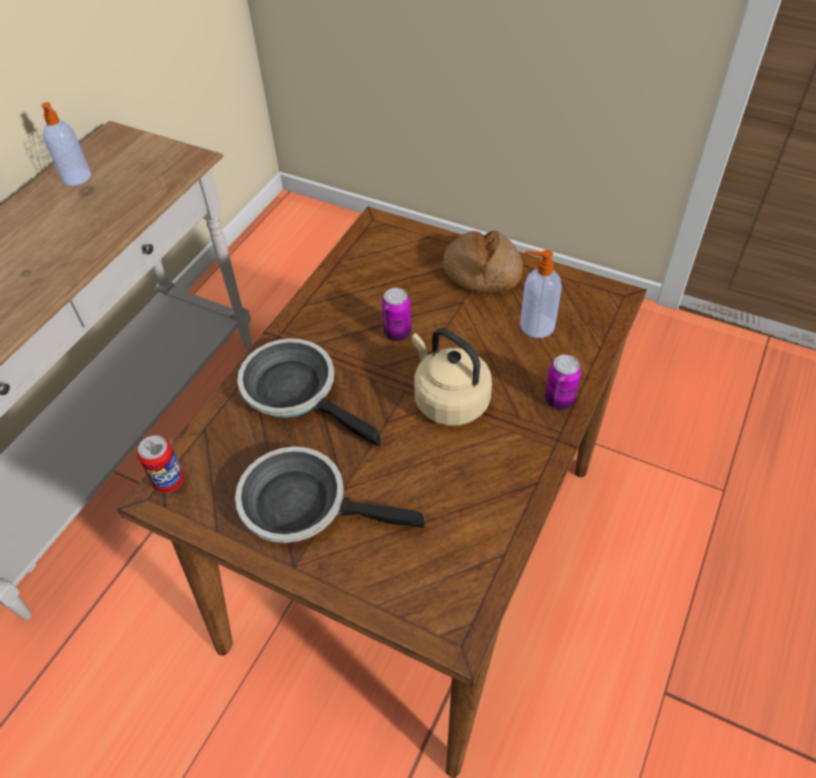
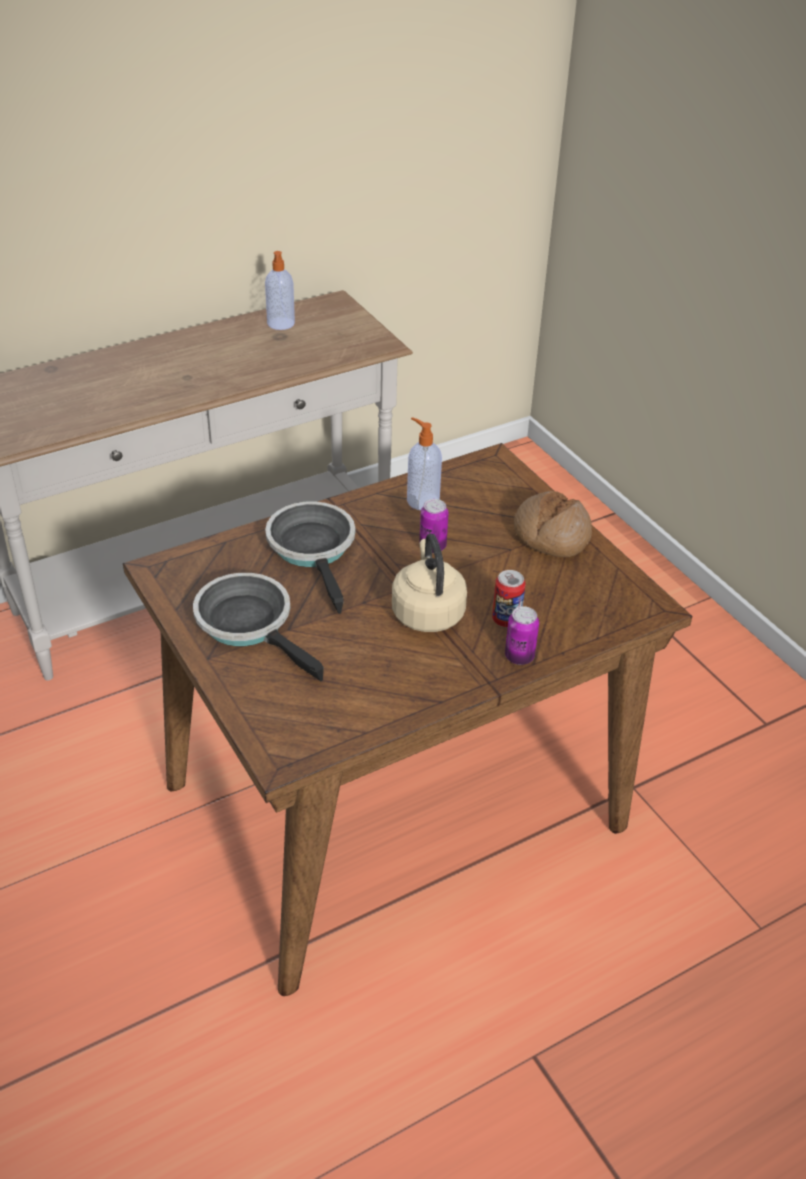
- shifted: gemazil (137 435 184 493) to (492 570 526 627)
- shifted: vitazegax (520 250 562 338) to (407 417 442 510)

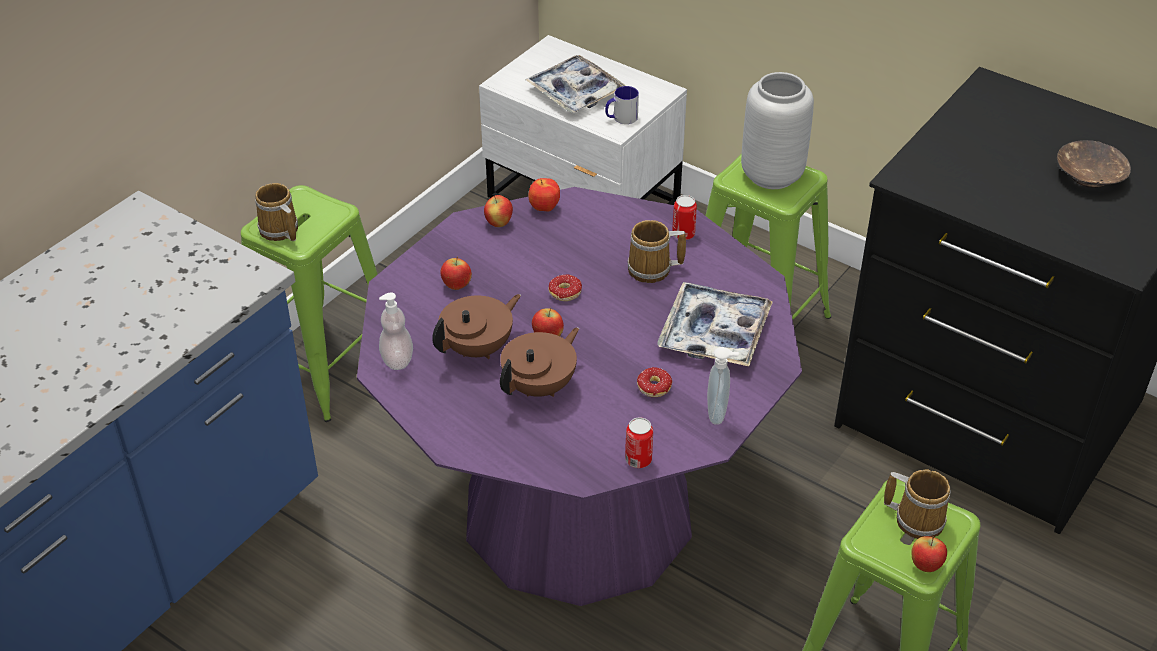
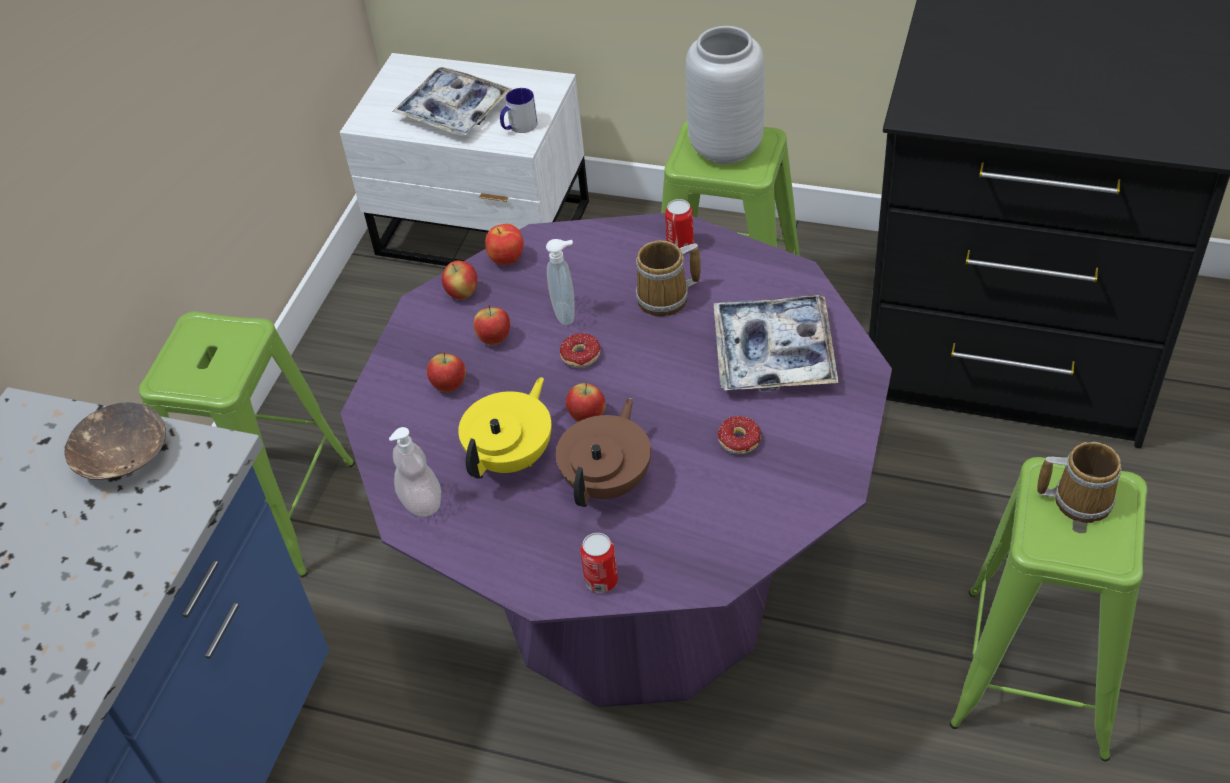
- gone: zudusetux (255 183 298 241)
- shifted: gemazil (625 417 653 468) to (580 533 618 593)
- shifted: vitazegax (707 347 739 425) to (546 239 574 325)
- shifted: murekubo (911 536 947 572) to (473 305 510 345)
- shifted: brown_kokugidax (1057 140 1131 188) to (64 402 166 480)
- repainted: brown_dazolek (432 294 521 359) to yellow_dazolek (458 377 552 479)

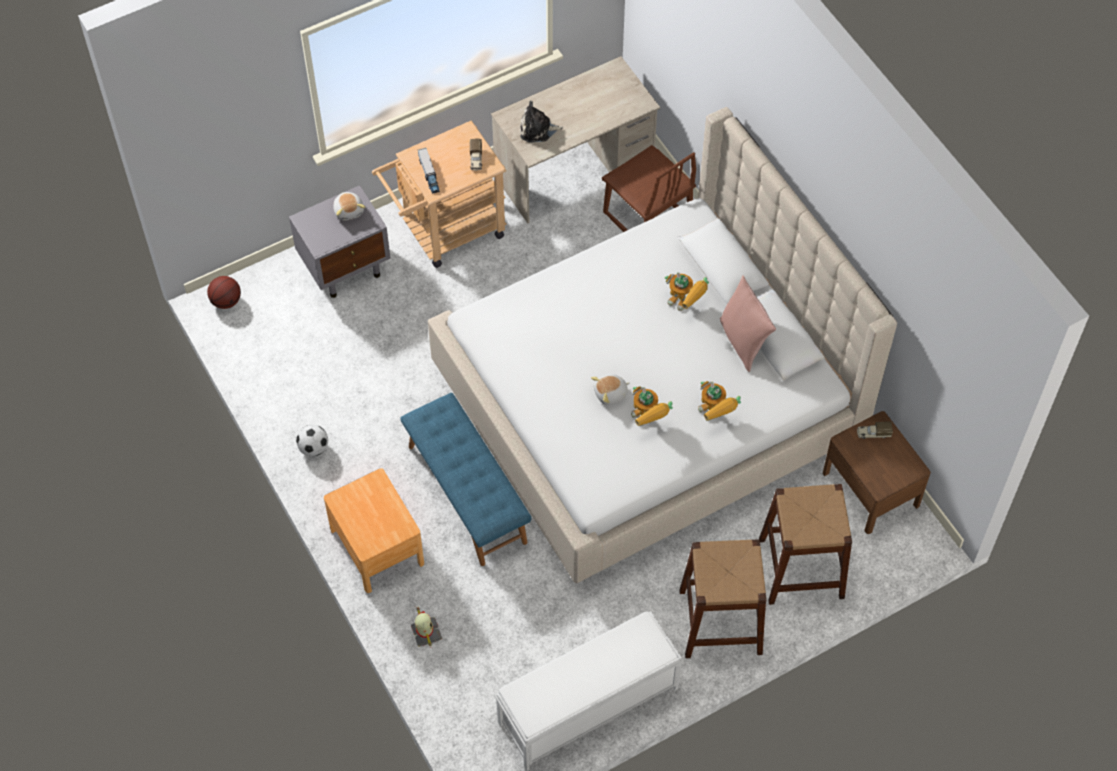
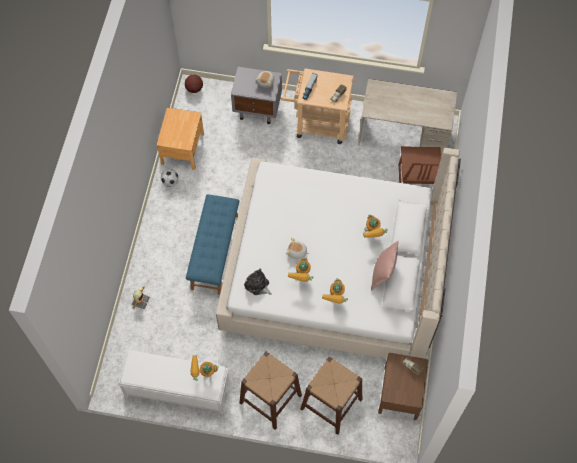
- new: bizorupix (191 355 219 381)
- shifted: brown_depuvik (324 468 424 593) to (157 108 204 170)
- shifted: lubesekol (520 101 563 142) to (244 269 272 295)

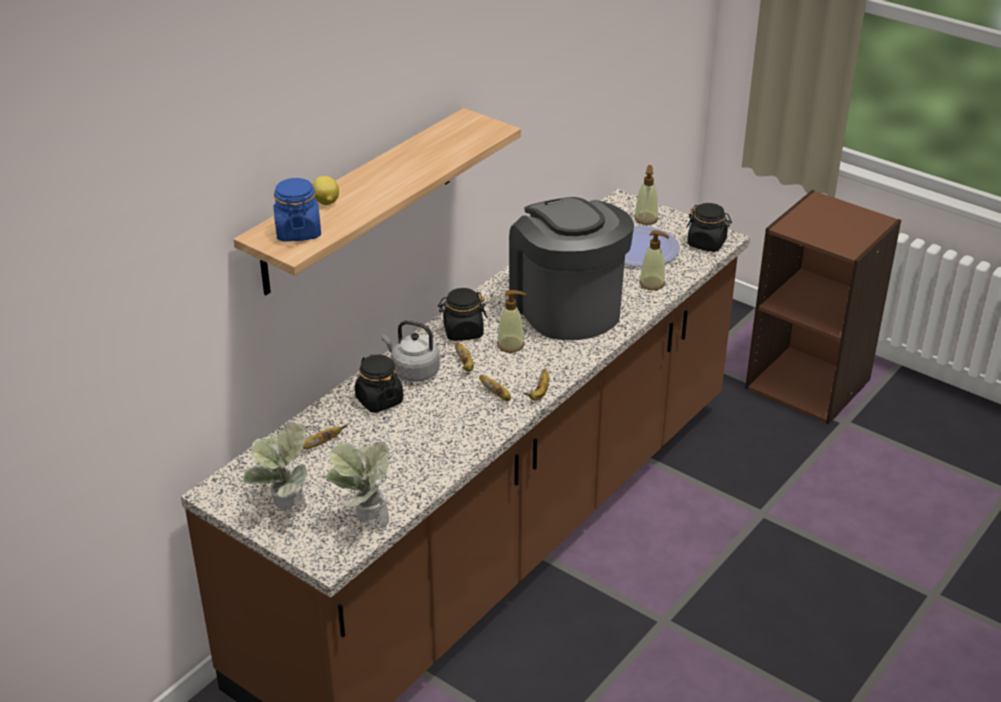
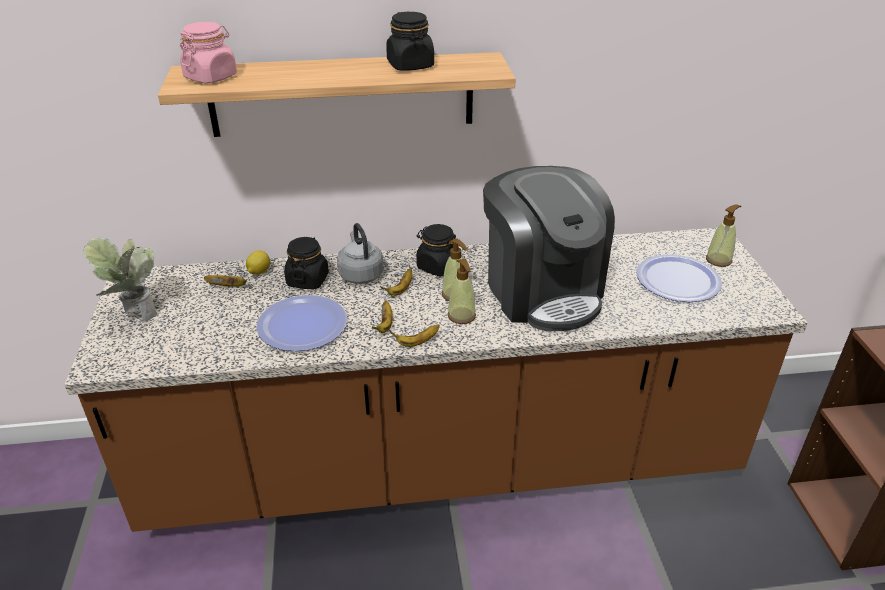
- gone: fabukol (325 442 389 528)
- new: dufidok (256 295 347 351)
- shifted: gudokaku (312 176 339 205) to (246 250 270 275)
- shifted: vitazegax (639 230 670 290) to (447 258 476 324)
- shifted: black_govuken (686 203 732 252) to (386 11 434 71)
- repainted: blue_govuken (273 178 321 242) to pink_govuken (180 22 237 83)
- rotated: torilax (509 197 634 340) = (483 166 615 331) 135 degrees clockwise

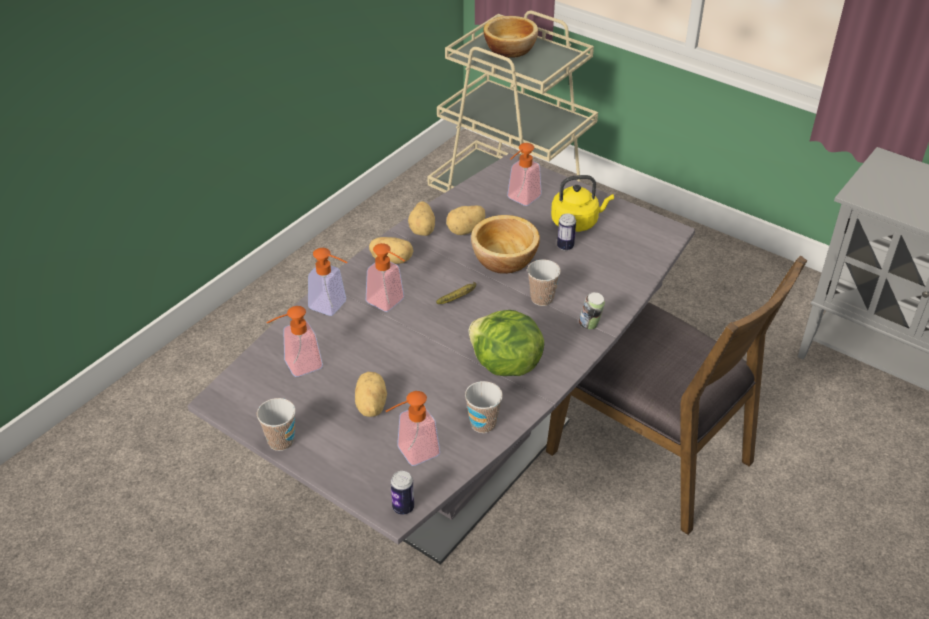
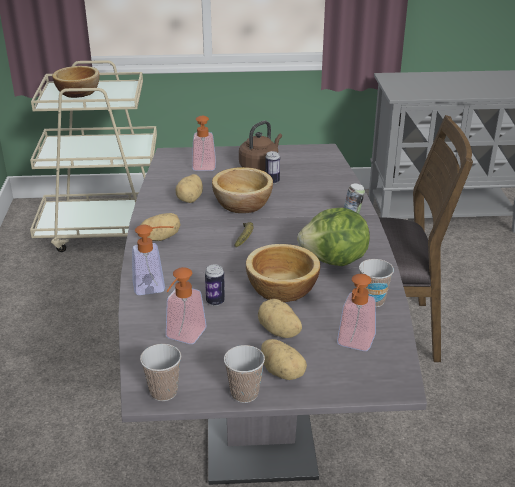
- gone: vitazegax (366 243 405 312)
- new: kokugidax (246 244 320 302)
- shifted: gemazil (391 471 414 515) to (205 264 225 306)
- shifted: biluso (408 201 435 236) to (261 339 307 380)
- shifted: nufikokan (527 259 561 306) to (140 344 181 401)
- repainted: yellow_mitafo (551 175 614 232) to brown_mitafo (239 121 282 172)

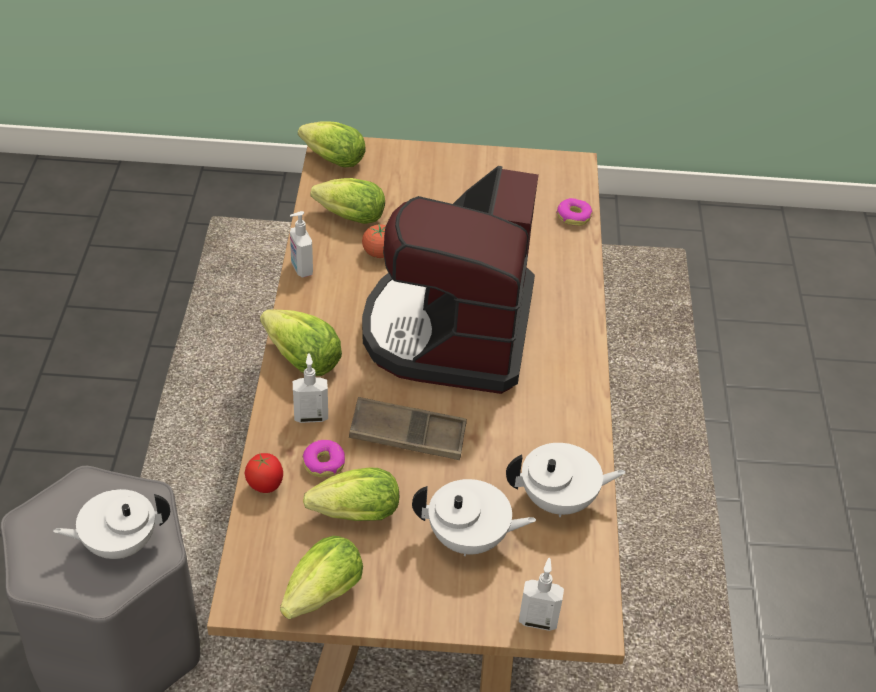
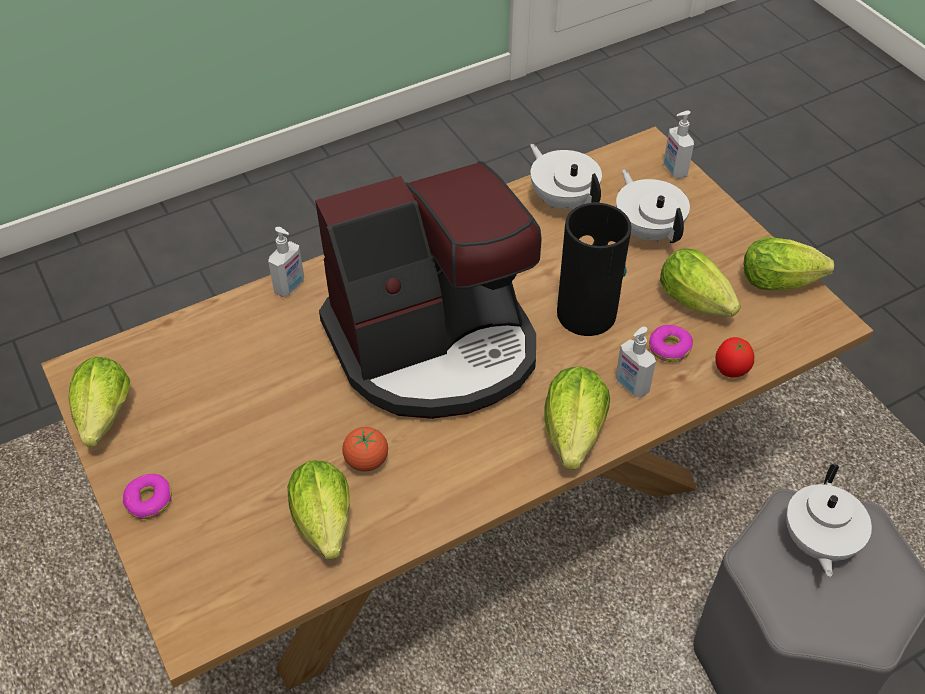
- shifted: vitazegax (290 211 313 278) to (268 227 304 297)
- shifted: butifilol (298 121 366 167) to (68 356 130 447)
- shifted: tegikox (556 198 592 226) to (123 474 172 519)
- swapped: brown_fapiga (349 397 467 460) to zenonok (557 203 631 336)
- rotated: white_dazolek (53 489 170 559) = (786 464 872 577) 60 degrees clockwise

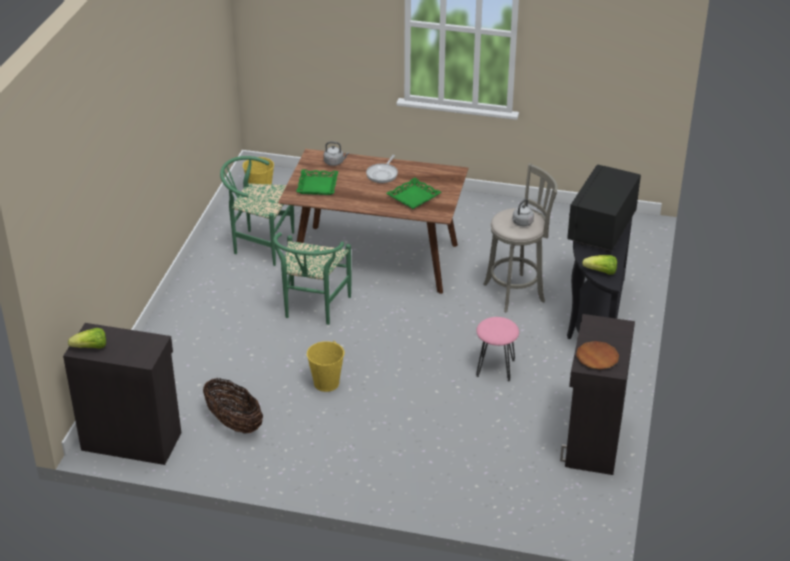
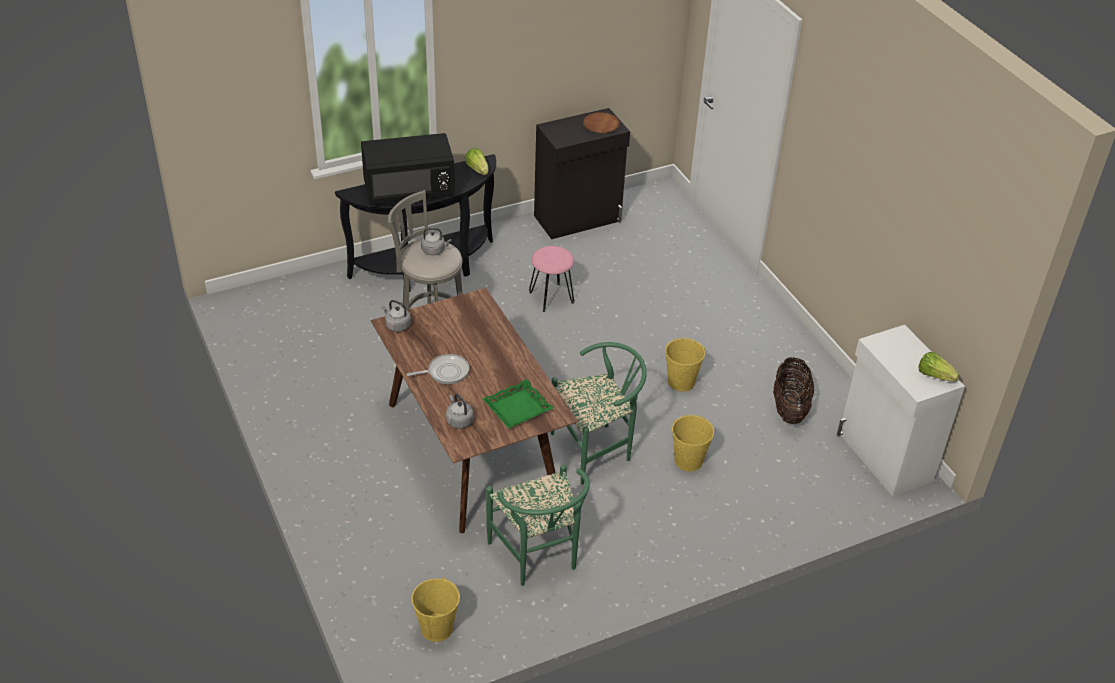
- gone: green_fapiga (386 178 441 209)
- new: grey_mitafo (382 300 411 332)
- new: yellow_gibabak (672 414 714 472)
- repainted: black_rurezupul (63 323 181 465) to white_rurezupul (837 325 965 496)

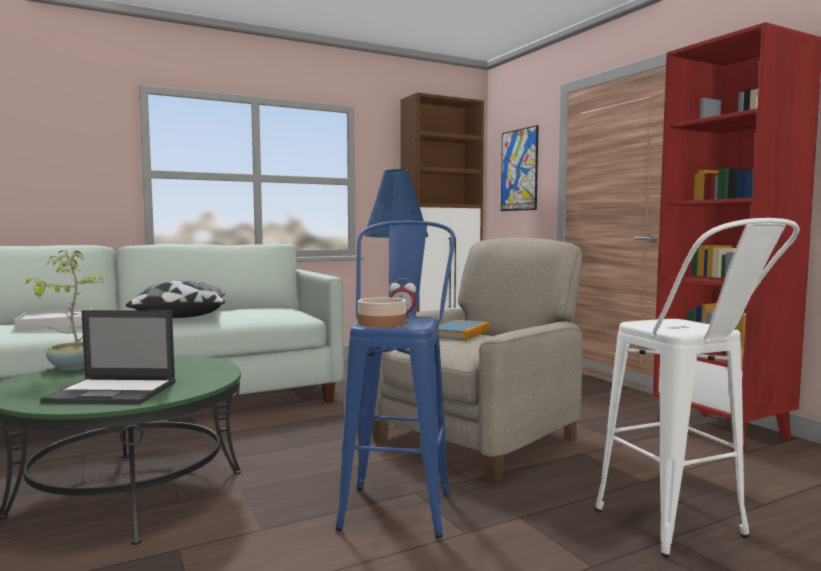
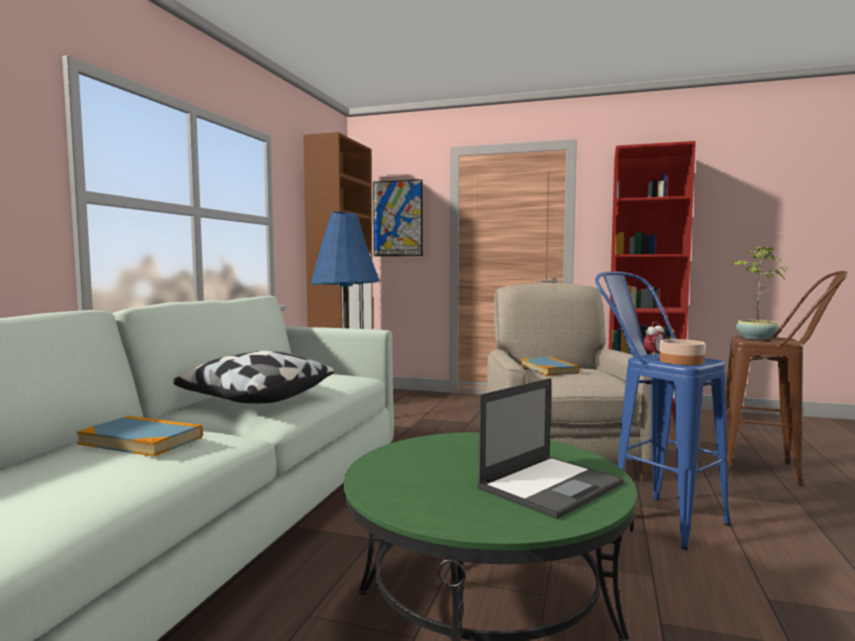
- shifted: fabukol (25 251 103 371) to (732 246 789 340)
- swapped: white_fapiga (14 308 92 330) to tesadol (76 416 203 457)
- repainted: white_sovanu (595 218 800 558) to brown_sovanu (726 271 849 486)

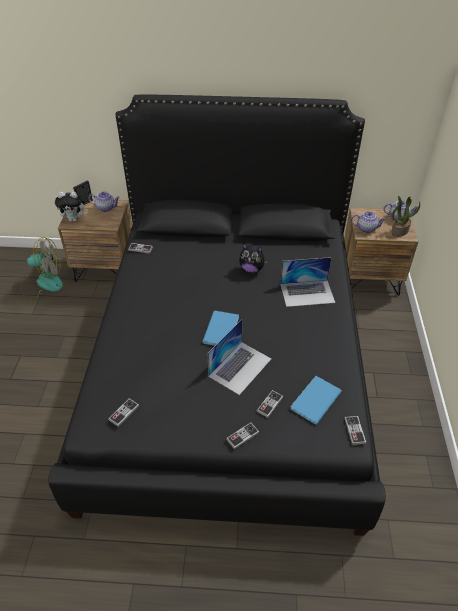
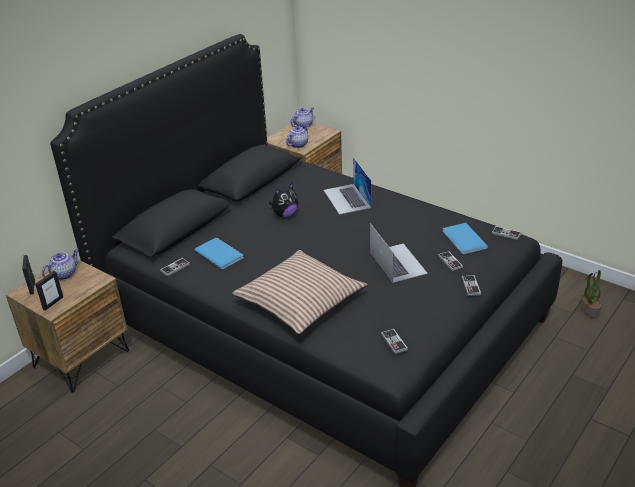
- gone: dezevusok (21 237 63 300)
- new: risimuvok (232 250 368 334)
- shifted: blue_tesadol (202 311 239 346) to (194 238 244 269)
- shifted: fabukol (391 196 420 237) to (581 270 601 319)
- swapped: lubesekol (55 192 88 222) to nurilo (35 271 63 311)
- rotated: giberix (280 257 335 307) = (324 157 371 215) 135 degrees clockwise

